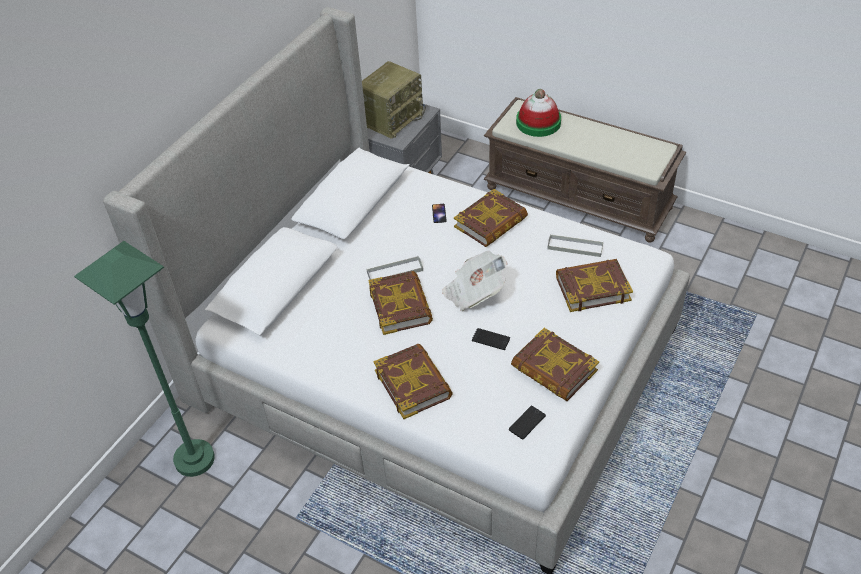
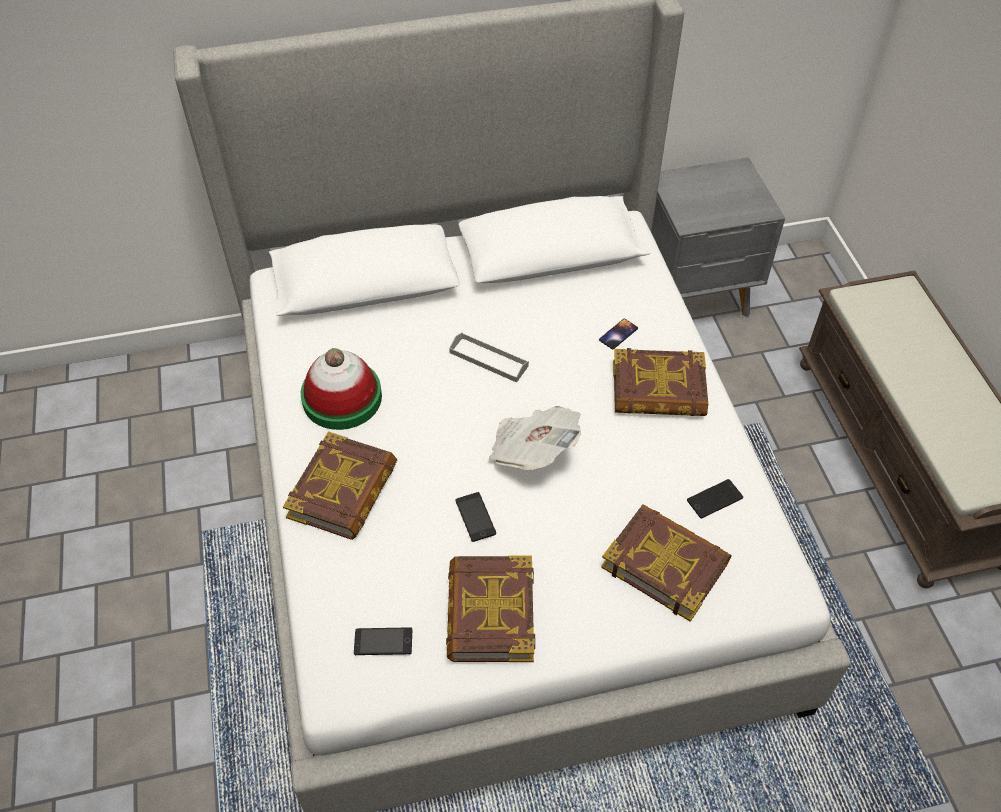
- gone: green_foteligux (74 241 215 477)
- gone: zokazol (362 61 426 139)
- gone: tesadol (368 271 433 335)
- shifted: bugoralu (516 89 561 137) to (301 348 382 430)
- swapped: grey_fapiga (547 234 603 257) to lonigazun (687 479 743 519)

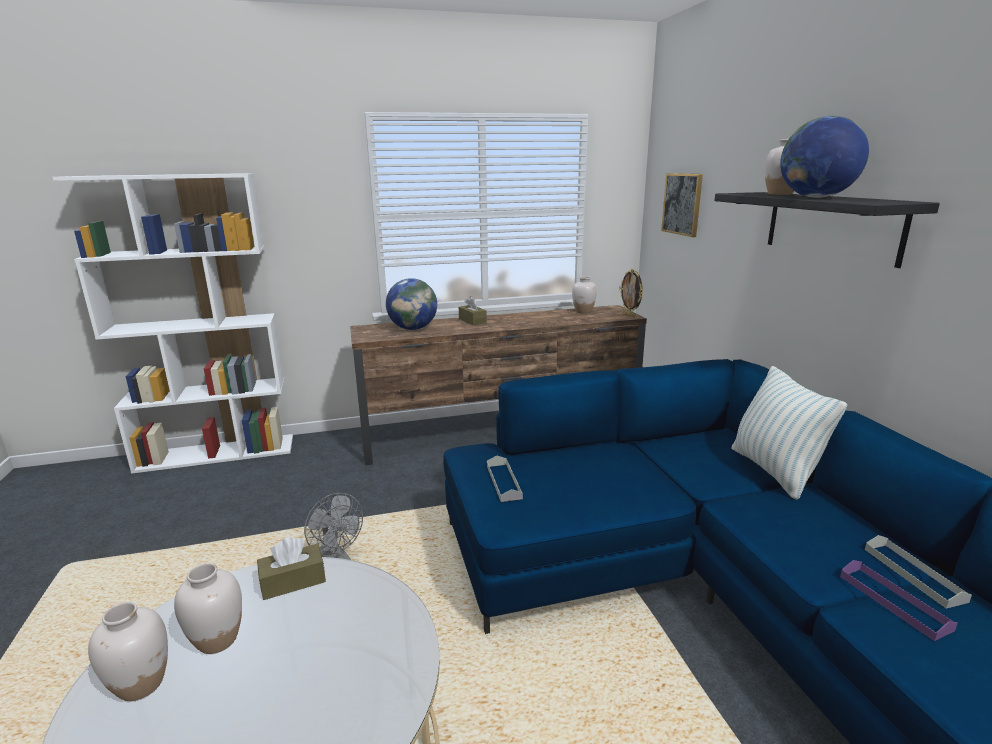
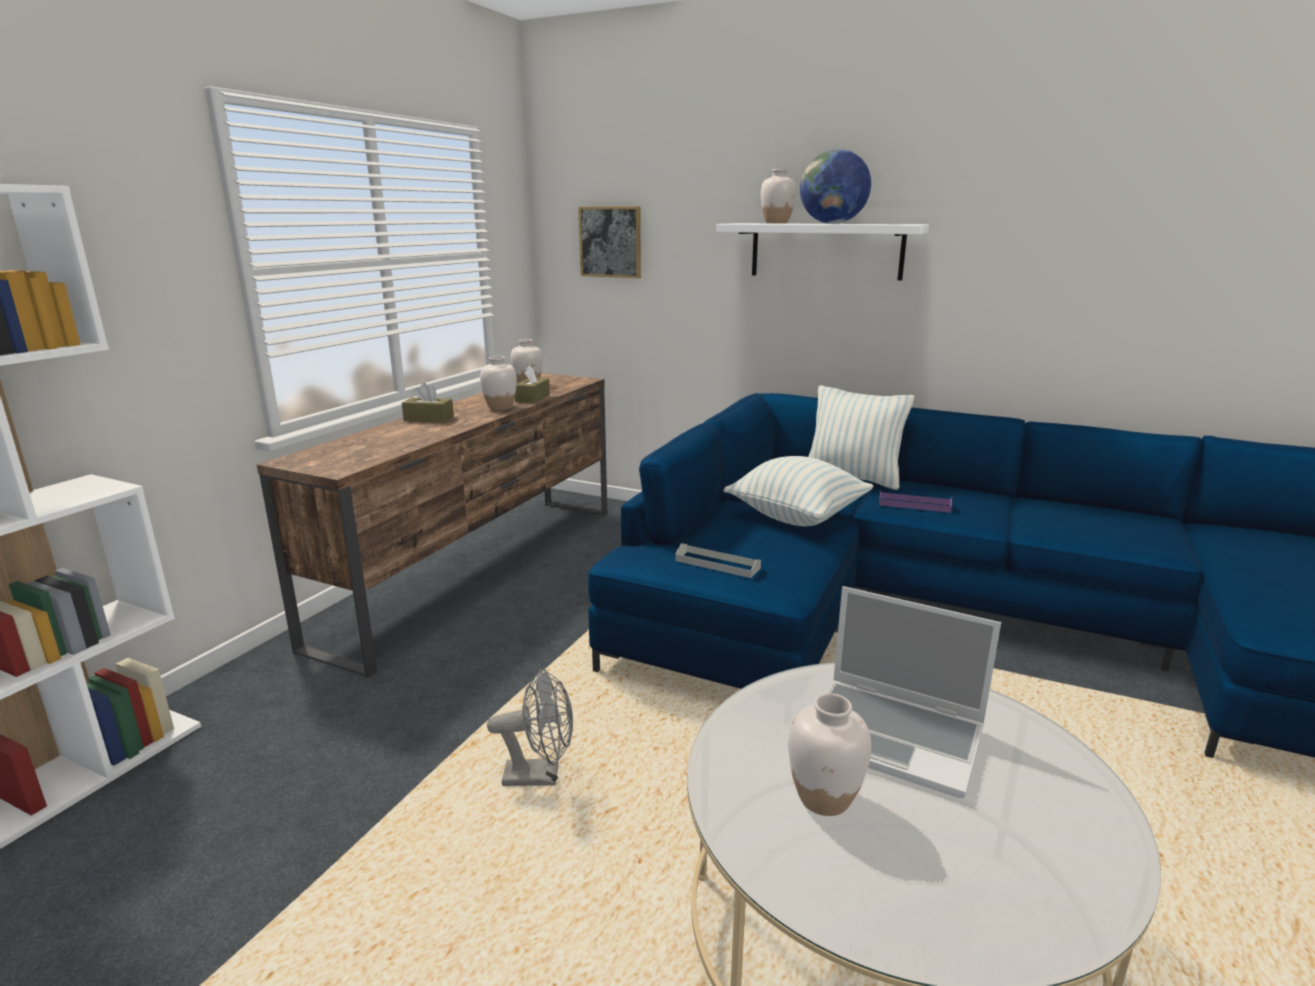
- gone: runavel (386 278 437 330)
- gone: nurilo (619 269 643 318)
- gone: grey_fapiga (865 535 972 609)
- new: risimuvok (724 456 873 526)
- new: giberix (825 586 1001 798)
- shifted: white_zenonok (88 602 168 701) to (480 356 517 411)
- shifted: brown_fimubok (257 537 326 600) to (515 365 550 403)
- shifted: purple_fapiga (840 560 958 641) to (879 490 952 513)
- repainted: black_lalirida (715 192 940 268) to white_lalirida (716 223 929 281)

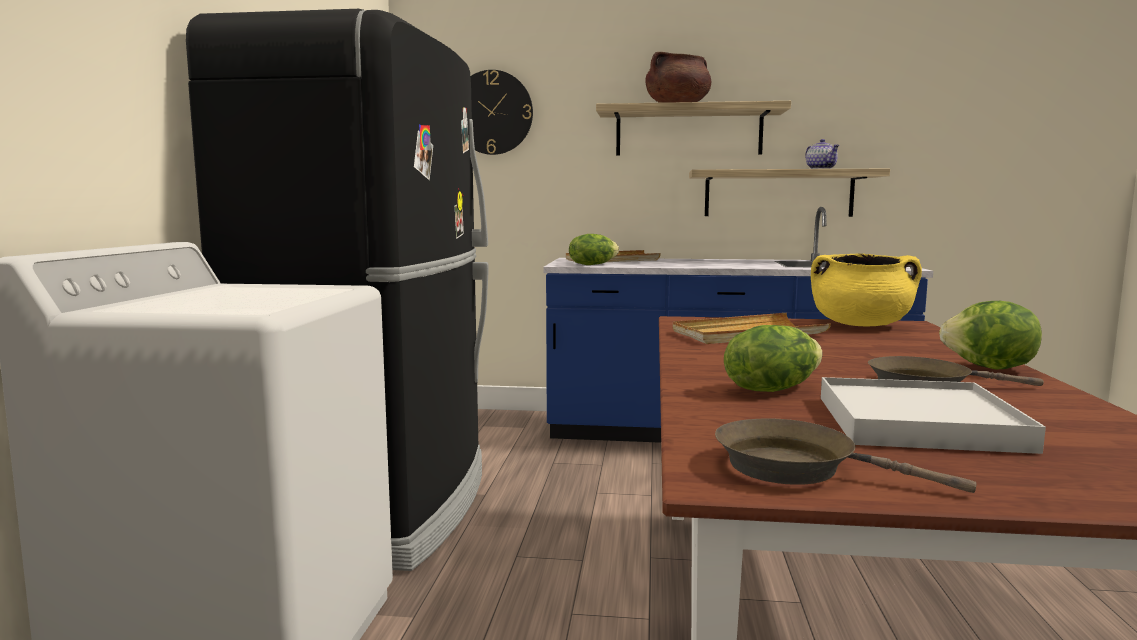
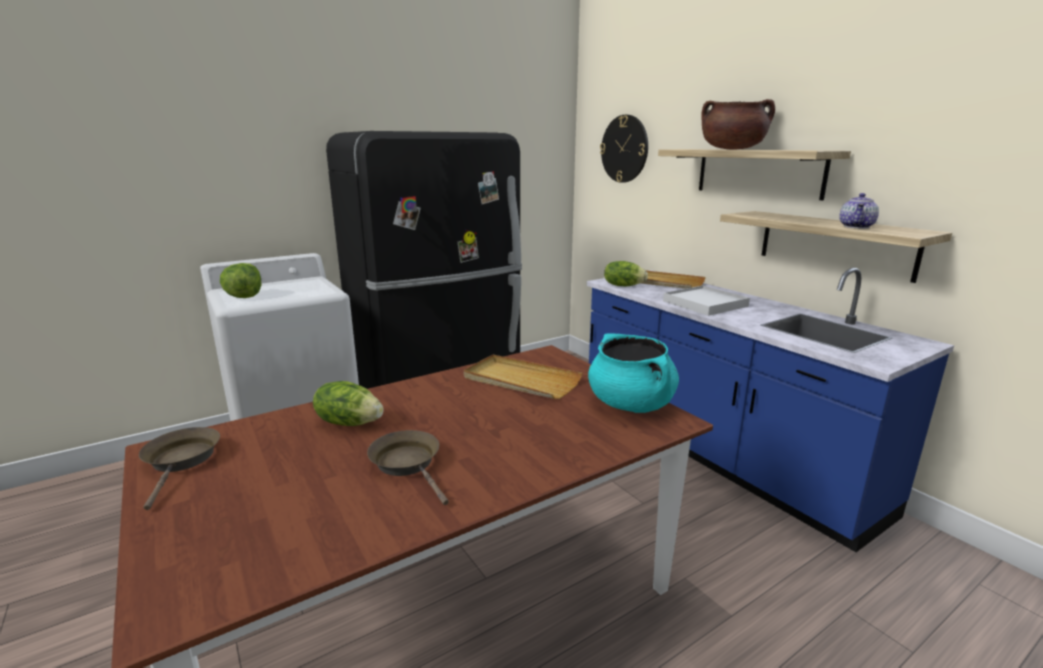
- shifted: white_fapiga (821 377 1046 454) to (663 285 750 316)
- shifted: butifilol (939 301 1042 370) to (220 263 261 298)
- repainted: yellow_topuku (811 253 922 326) to turquoise_topuku (588 333 679 413)

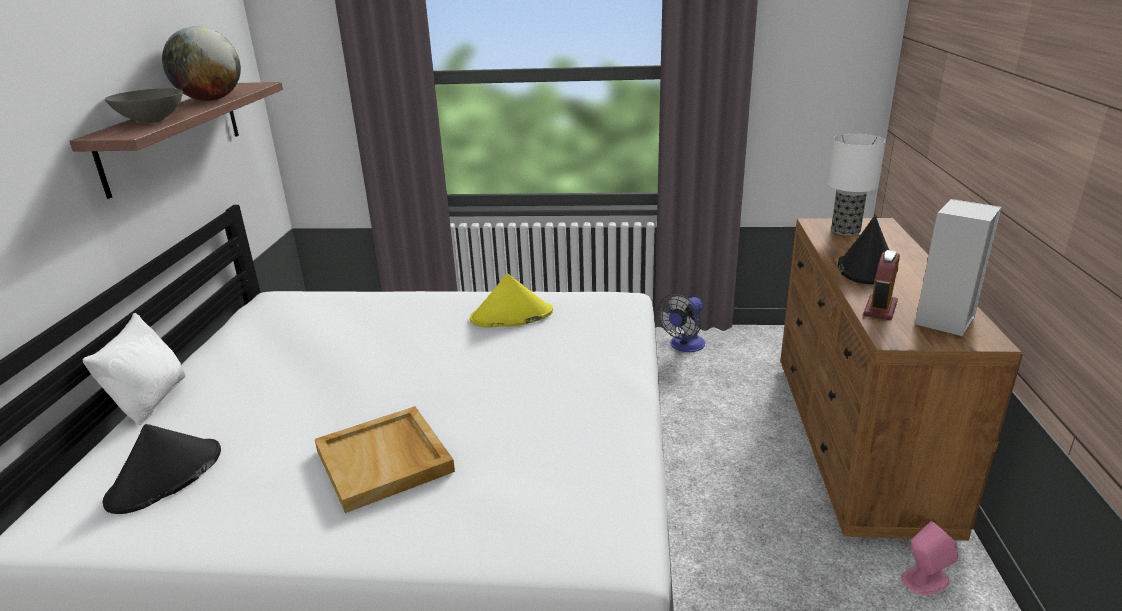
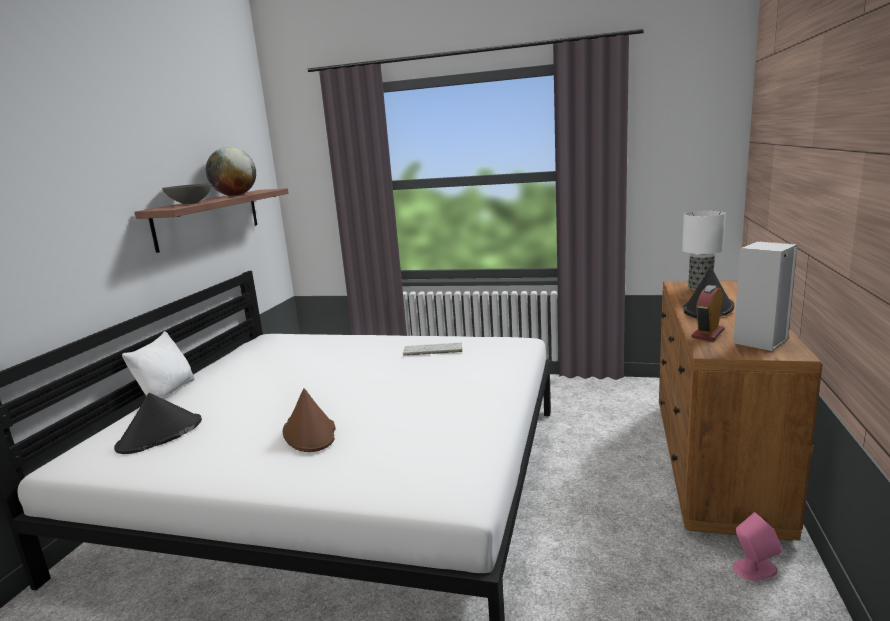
- gone: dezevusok (658 294 705 352)
- swapped: beige_fapiga (315 406 455 513) to brown_bugoralu (283 388 336 452)
- swapped: yellow_bugoralu (470 274 553 328) to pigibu (403 342 462 356)

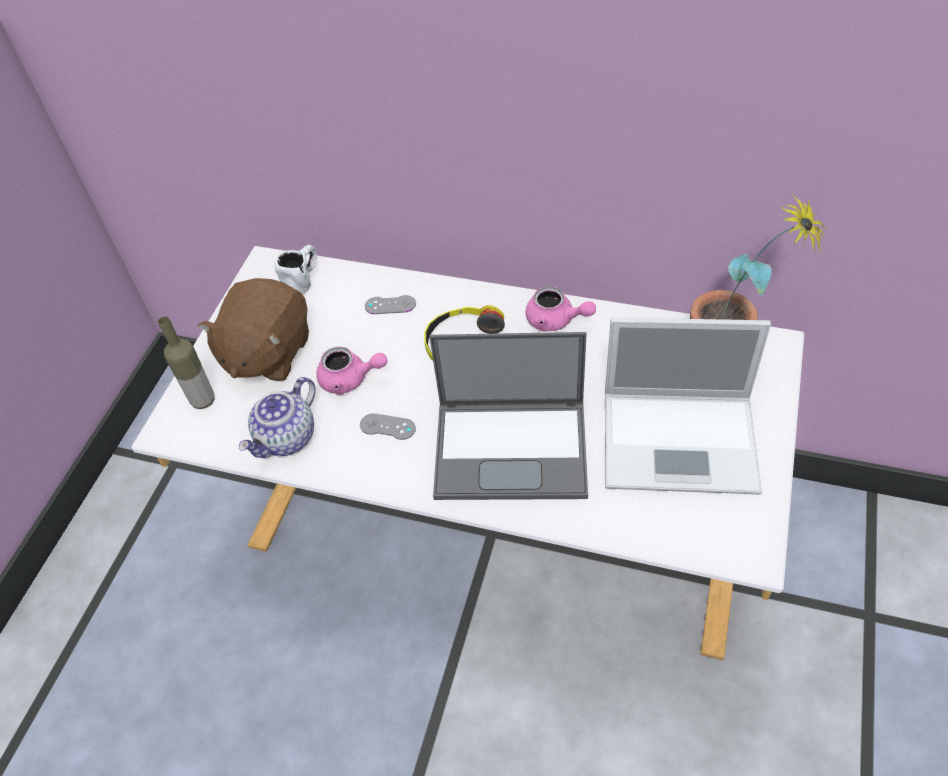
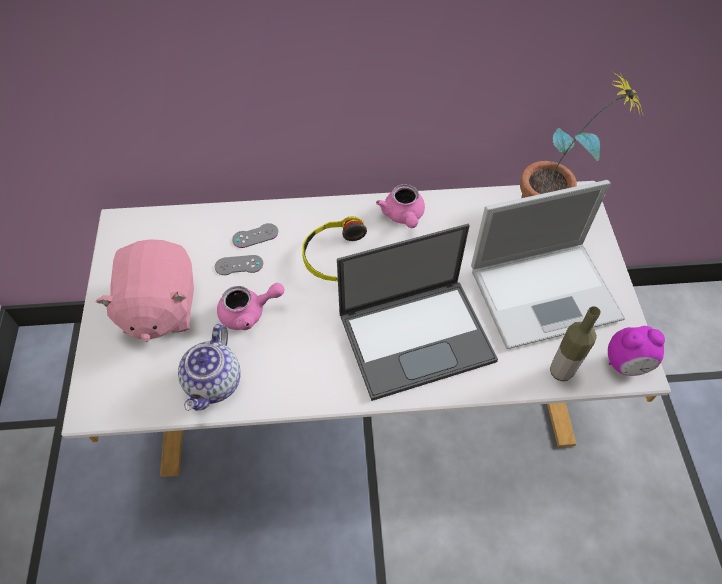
- gone: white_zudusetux (274 245 317 294)
- new: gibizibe (608 326 665 376)
- shifted: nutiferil (158 316 215 409) to (550 306 601 381)
- shifted: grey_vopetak (360 413 416 440) to (215 255 263 275)
- repainted: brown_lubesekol (198 278 309 381) to pink_lubesekol (96 239 194 342)
- rotated: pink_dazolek (526 286 596 332) = (376 184 425 228) 75 degrees clockwise

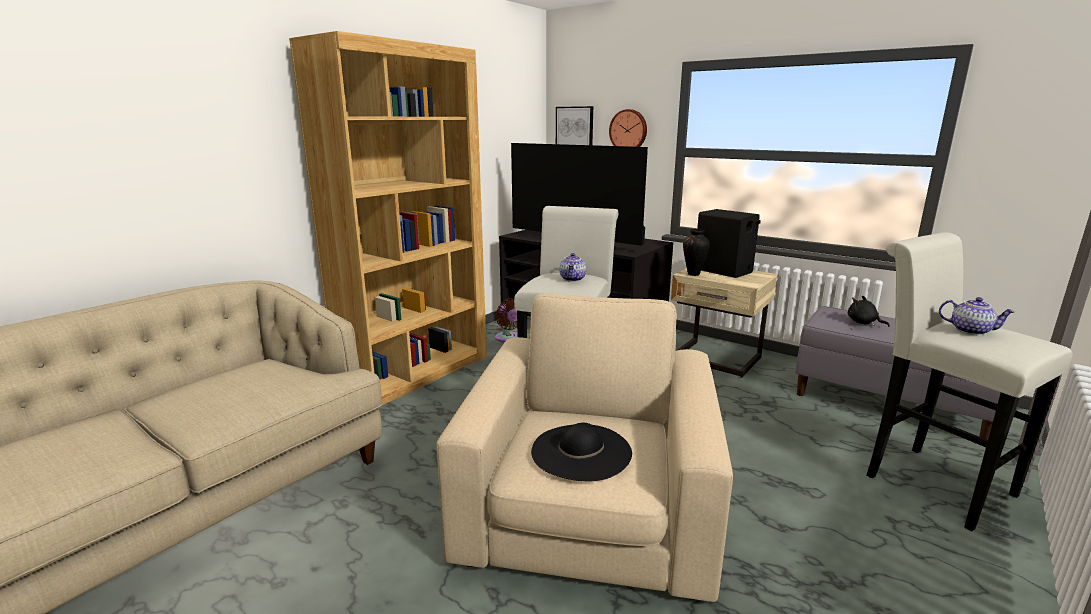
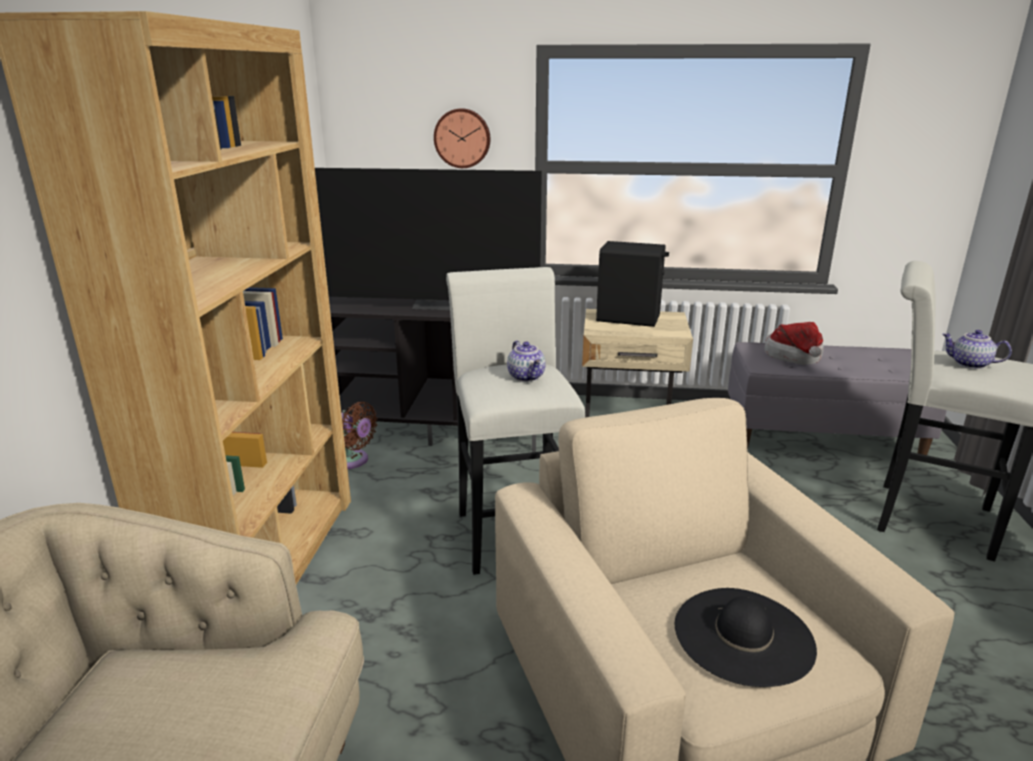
- gone: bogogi (556 106 593 145)
- gone: zenonok (683 229 710 276)
- swapped: black_lubesekol (848 296 890 327) to bugoralu (765 322 824 365)
- rotated: dazolek (939 297 1015 335) = (942 330 1012 369) 150 degrees counterclockwise

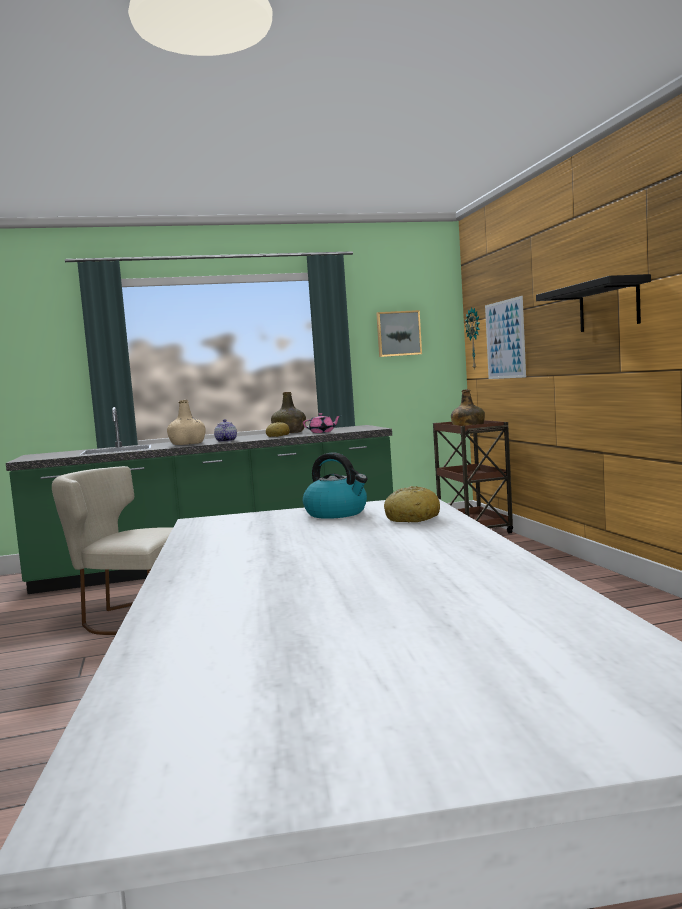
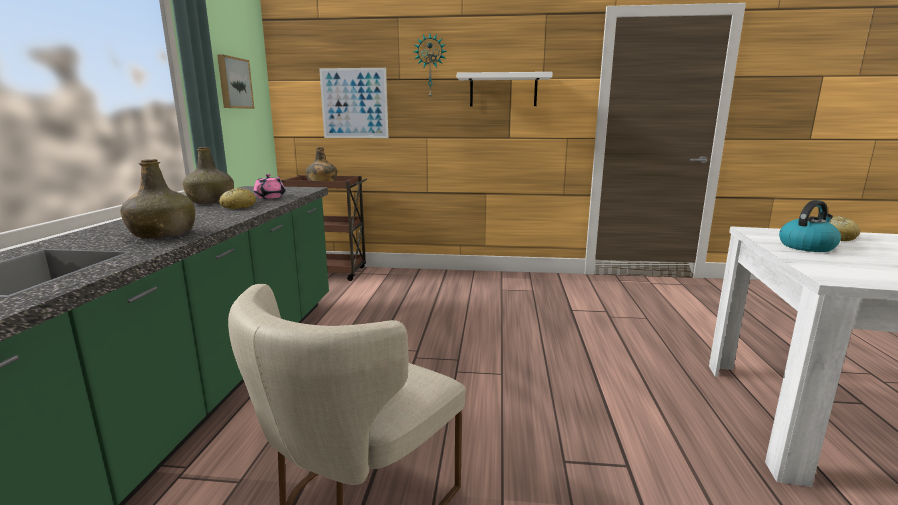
- gone: dazolek (214 419 237 442)
- shifted: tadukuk (465 307 480 370) to (413 34 447 99)
- repainted: beige_nutiferil (167 400 205 445) to green_nutiferil (120 159 195 239)
- repainted: black_lalirida (536 274 651 332) to white_lalirida (457 72 553 106)

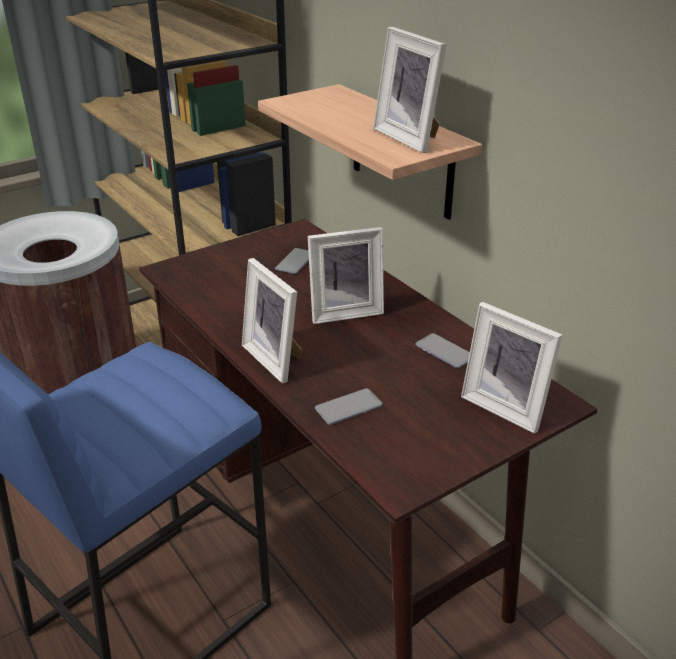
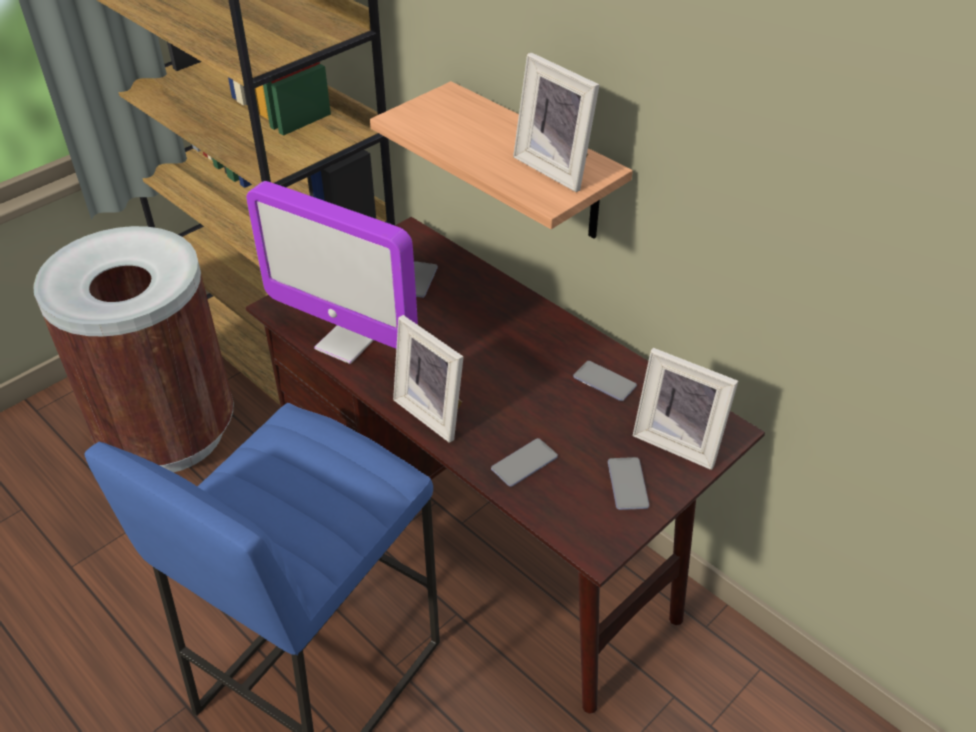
- gone: nurilo (308 227 384 324)
- new: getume (246 181 418 364)
- new: lonigazun (608 457 649 510)

